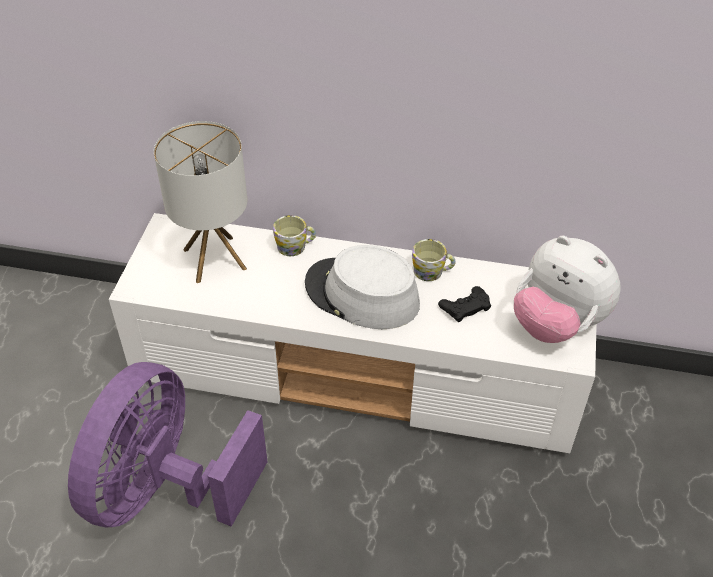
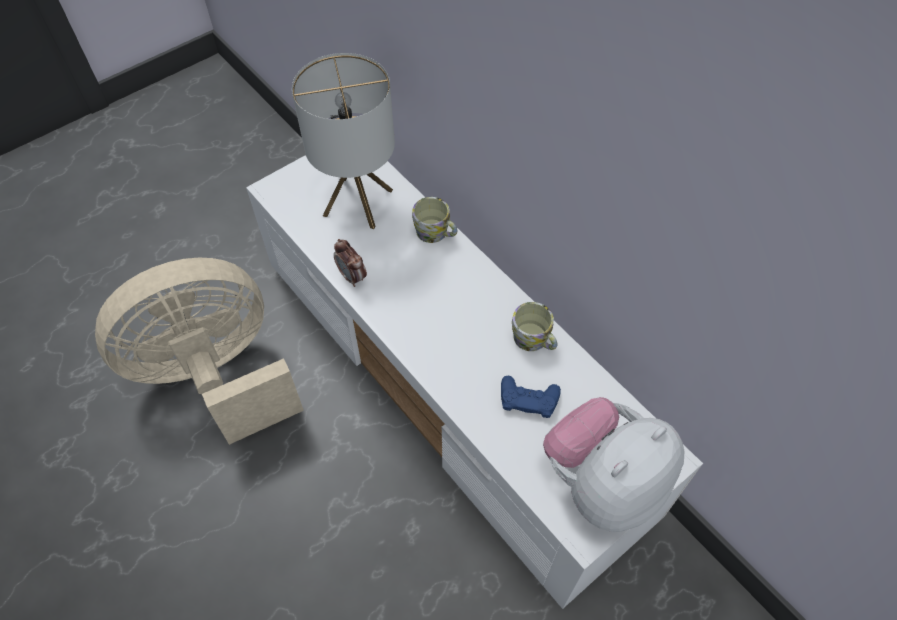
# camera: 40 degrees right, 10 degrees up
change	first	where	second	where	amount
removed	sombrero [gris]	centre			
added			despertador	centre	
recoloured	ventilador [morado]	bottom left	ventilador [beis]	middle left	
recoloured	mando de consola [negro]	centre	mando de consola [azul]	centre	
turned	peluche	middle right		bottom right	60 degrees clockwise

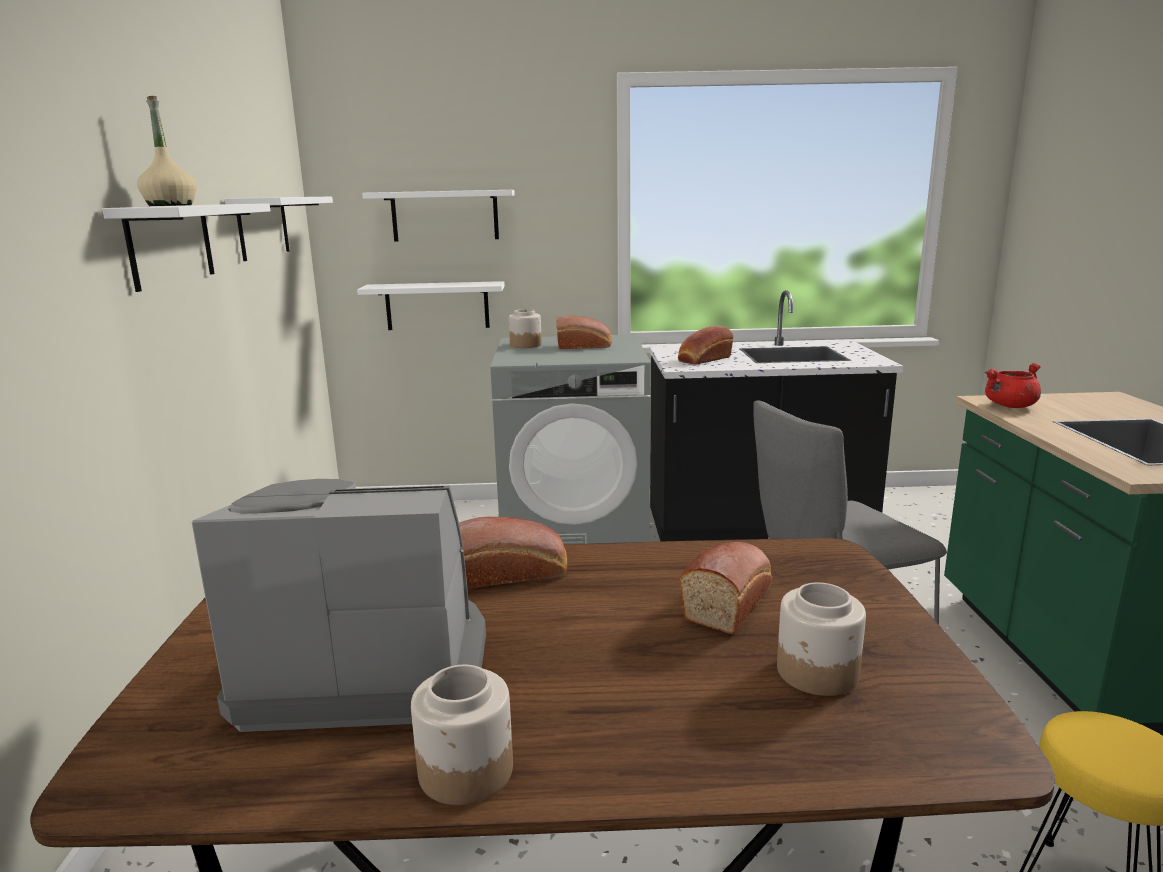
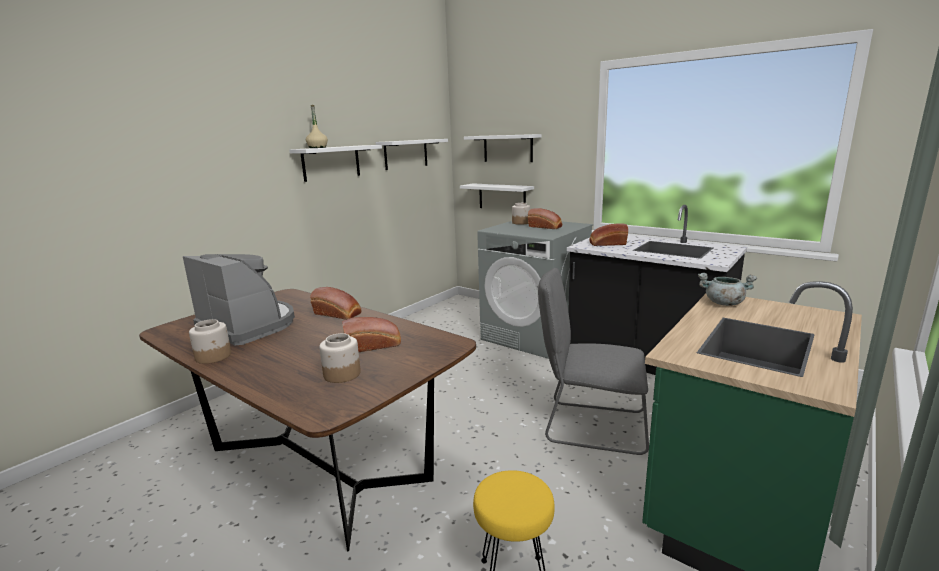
# camera: 40 degrees right, 0 degrees up
change	first	where	second	where	amount
recoloured	olla [rojo]	middle right	olla [gris]	middle right	

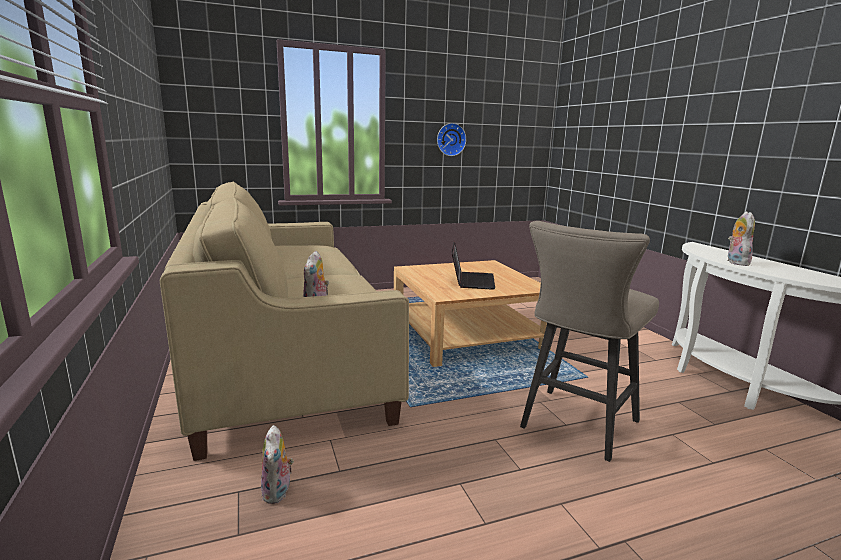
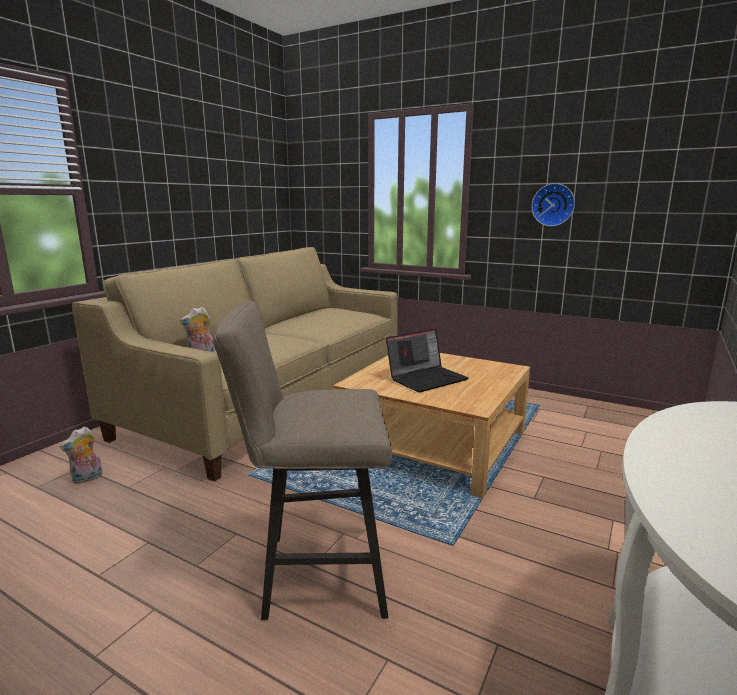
# camera: 50 degrees right, 0 degrees up
change	first	where	second	where	amount
removed	peluche (3rd from left)	middle right			

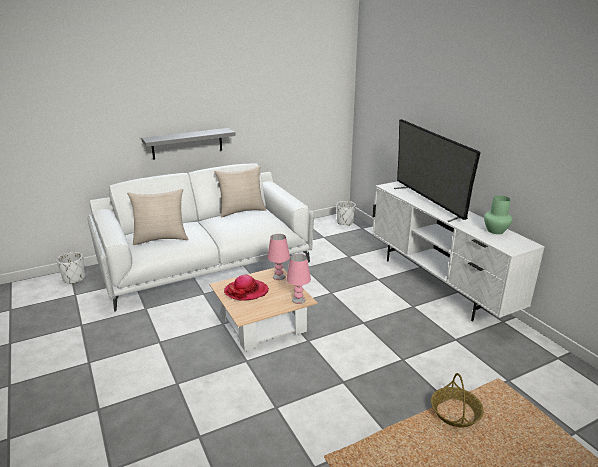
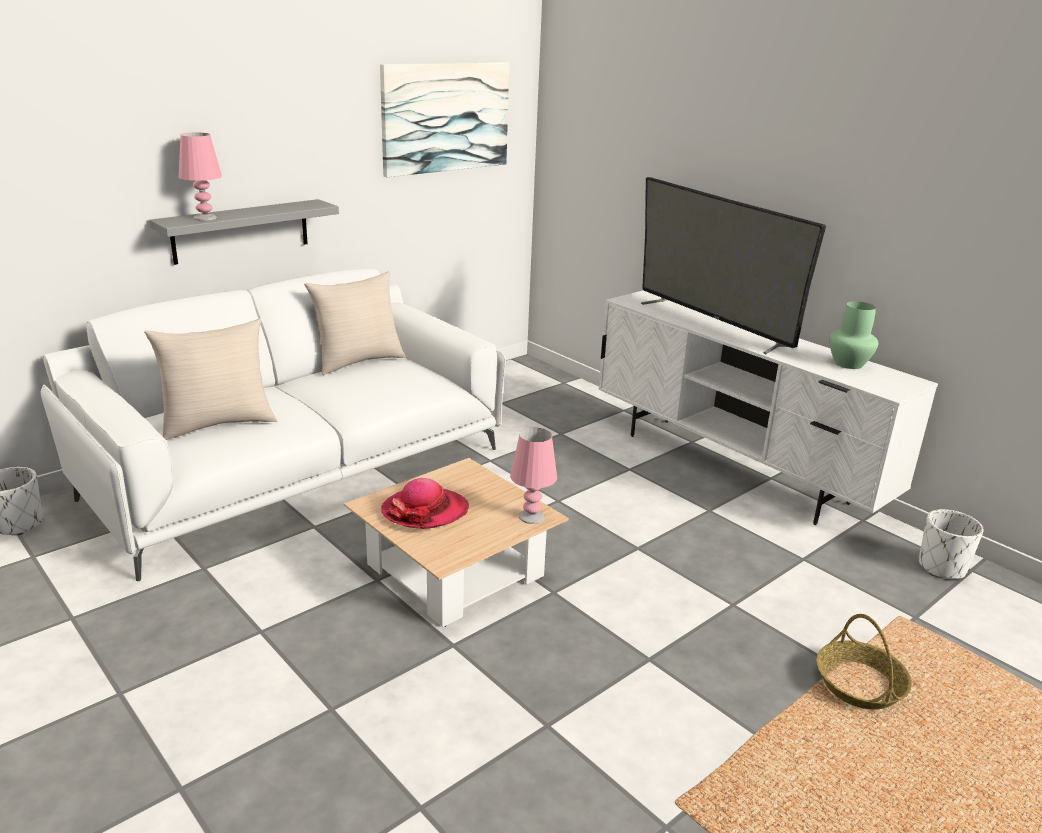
# camera: 15 degrees left, 0 degrees up
change	first	where	second	where	amount
added			cuadro	top centre	
moved	lámpara de mesa [rosa] (1st from left)	centre		top left	
moved	maceta [blanco] (2nd from left)	centre		middle right	

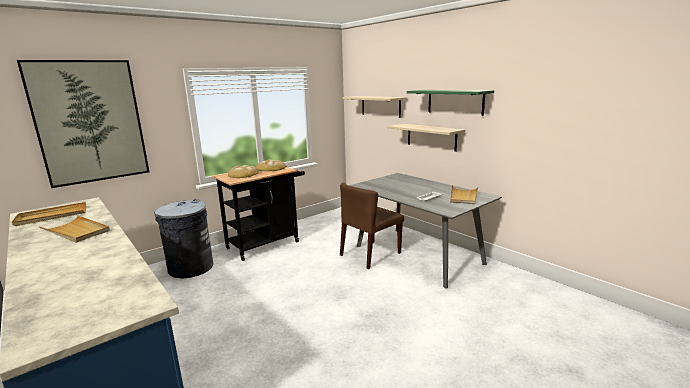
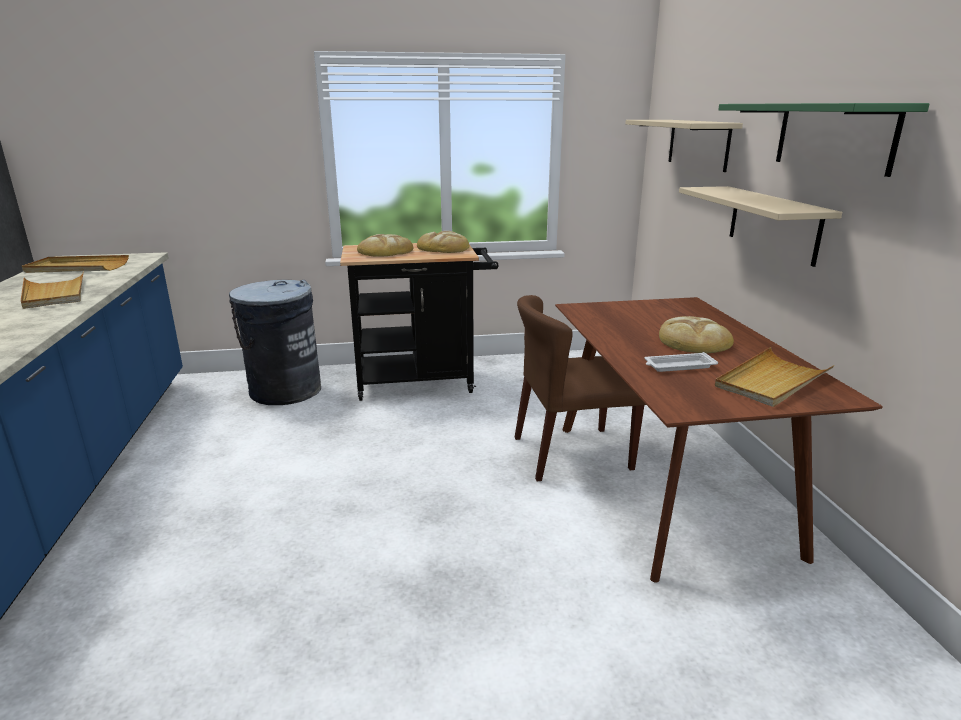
# camera: 30 degrees right, 5 degrees up
change	first	where	second	where	amount
removed	cuadro	top left			
added			pan (3rd from left)	middle right	
recoloured	mesa de comedor [gris]	centre	mesa de comedor [marrón]	middle right	

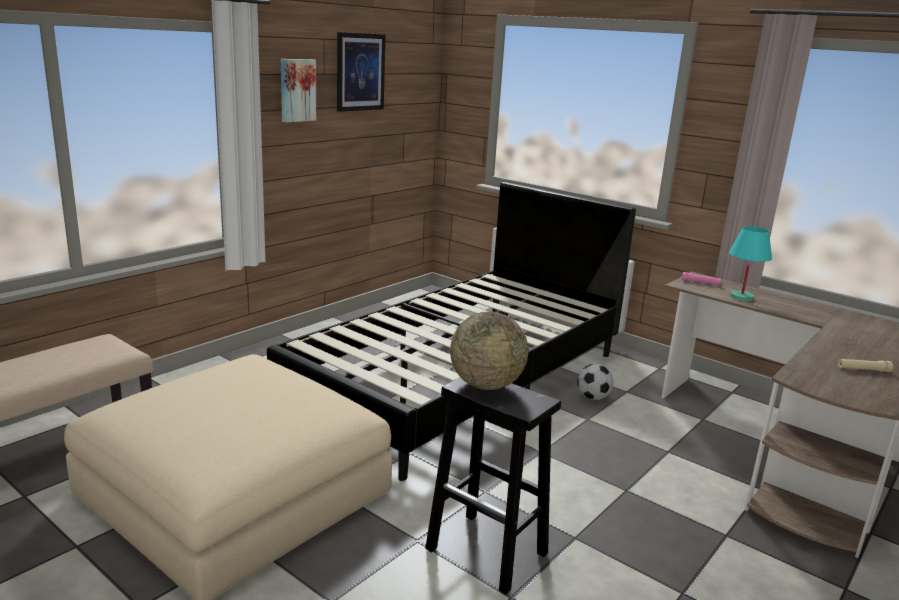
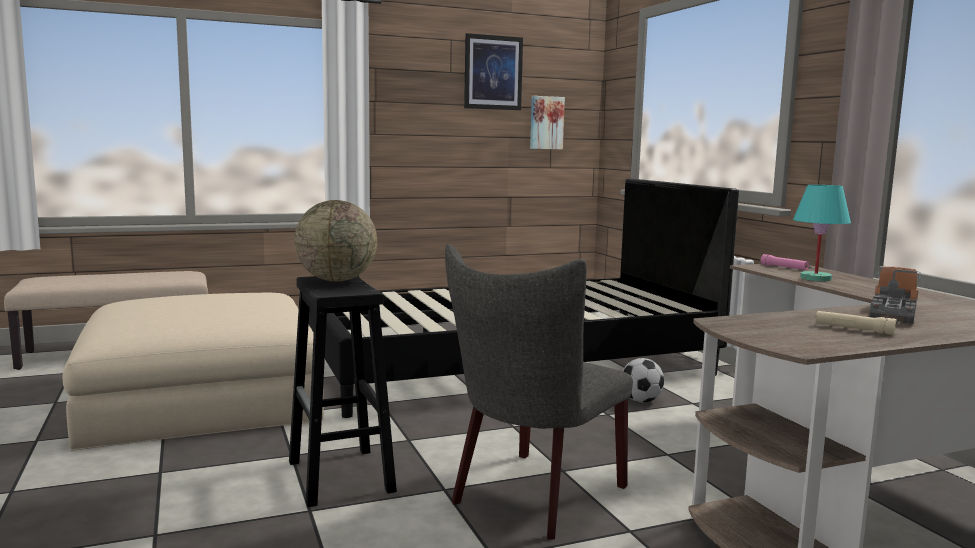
# camera: 30 degrees right, 10 degrees down
change	first	where	second	where	amount
added			silla [gris]	bottom centre	
added			camión de juguete	middle right	
moved	cuadro (1st from left in the first image)	top left	cuadro (2nd from left)	top centre	

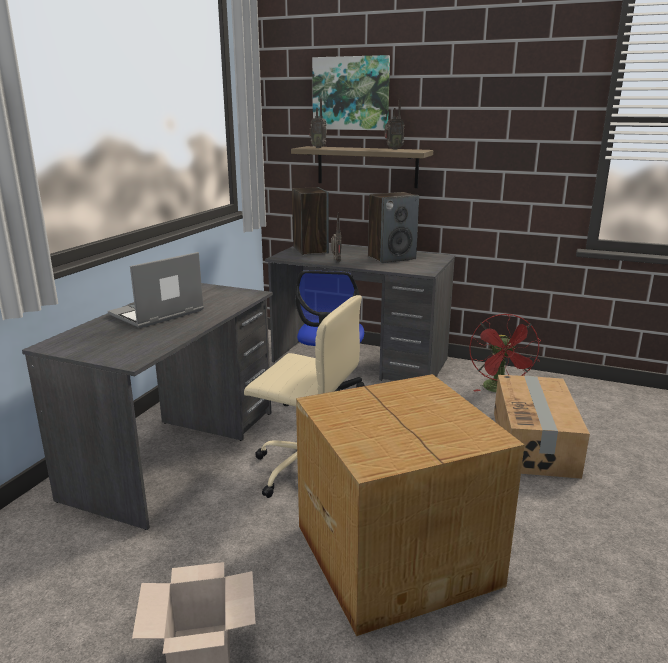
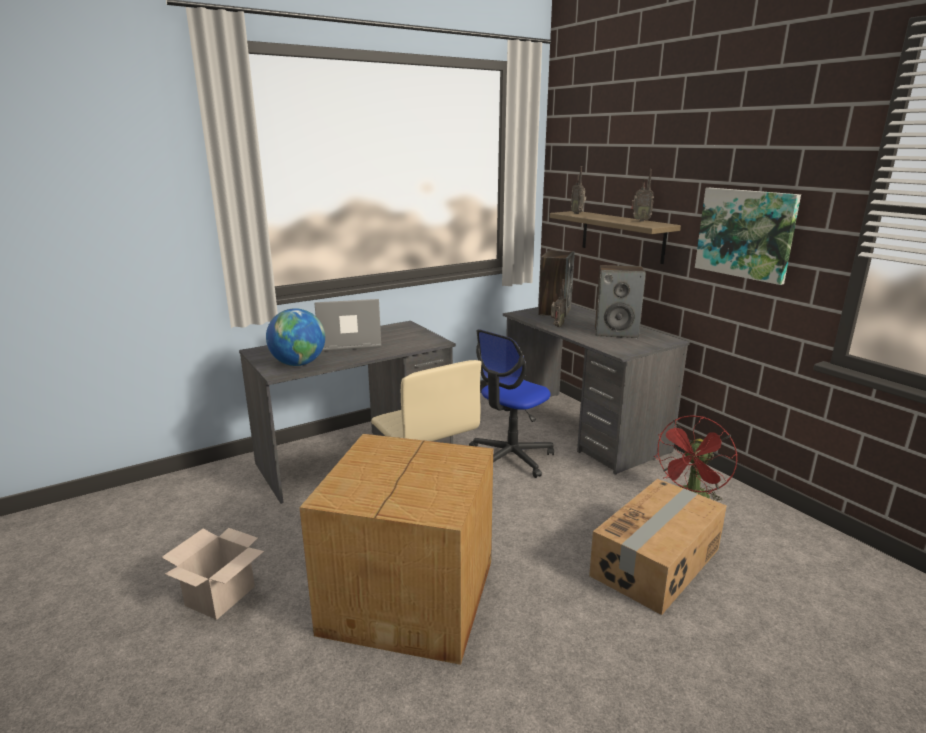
# camera: 35 degrees right, 0 degrees up
change	first	where	second	where	amount
added			globo terráqueo	middle left	
moved	cuadro	top centre		top right	

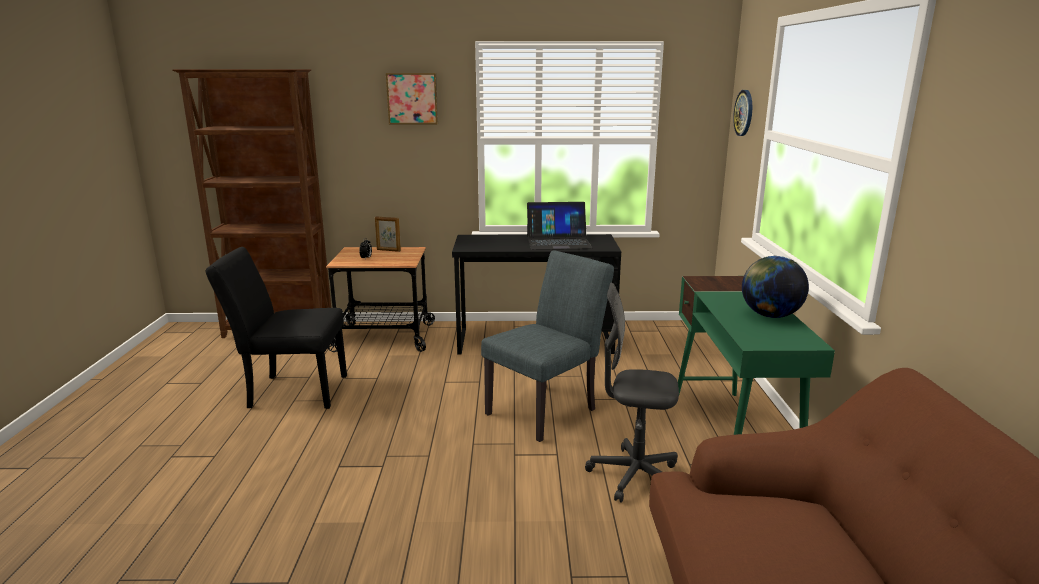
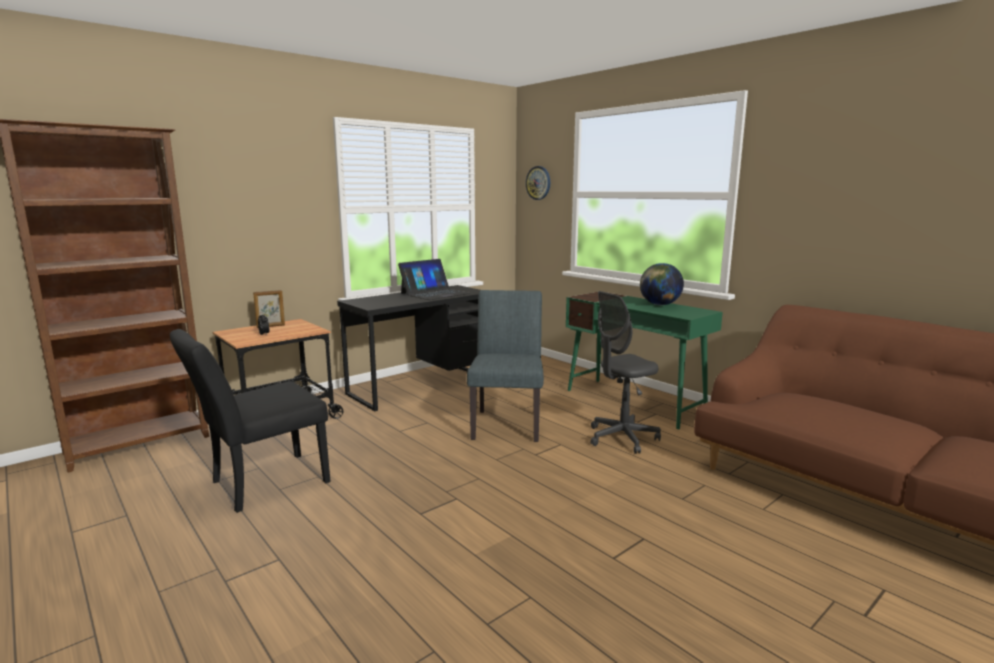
# camera: 40 degrees left, 5 degrees down
change	first	where	second	where	amount
removed	cuadro	top centre			

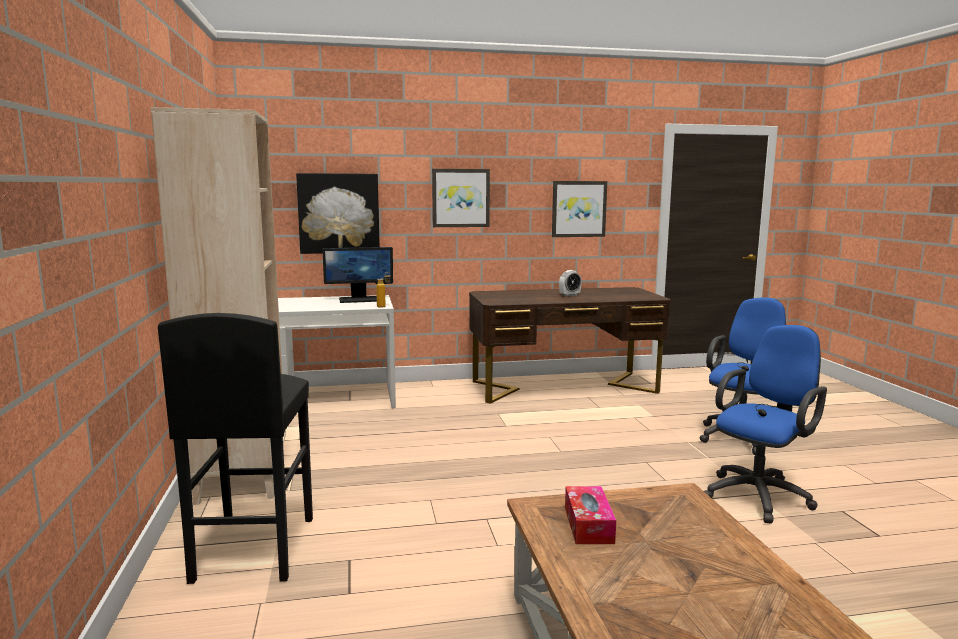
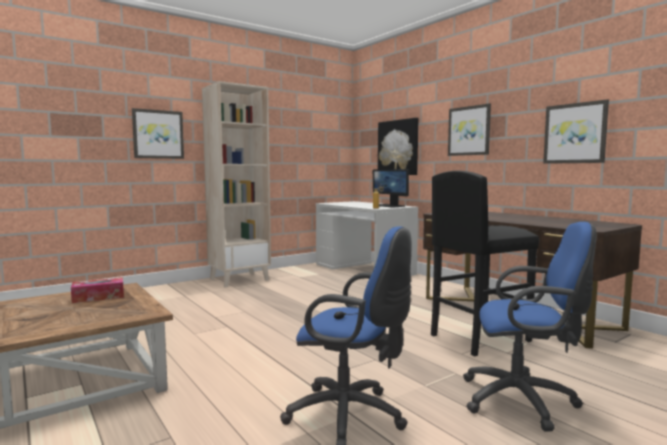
# camera: 65 degrees right, 5 degrees down
change	first	where	second	where	amount
removed	despertador	centre			
added			cuadro (1st from left)	top left	
moved	taburete [negro]	bottom left		middle right	

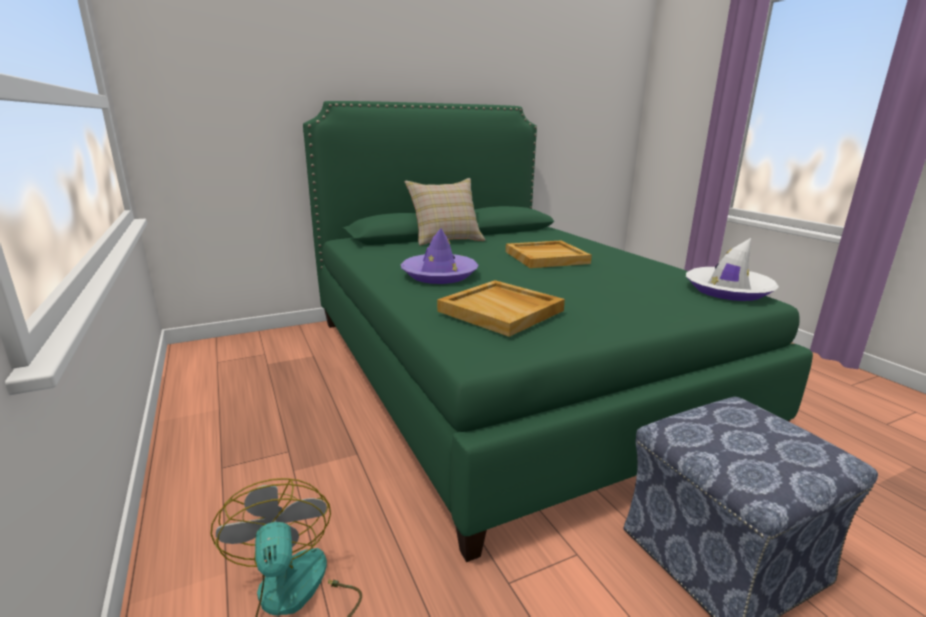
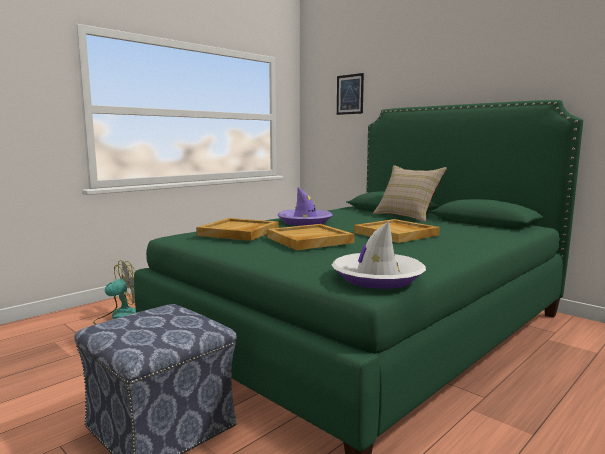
# camera: 70 degrees right, 10 degrees down
change	first	where	second	where	amount
added			bandeja [beis] (2nd from left)	centre	
added			cuadro	top centre	

